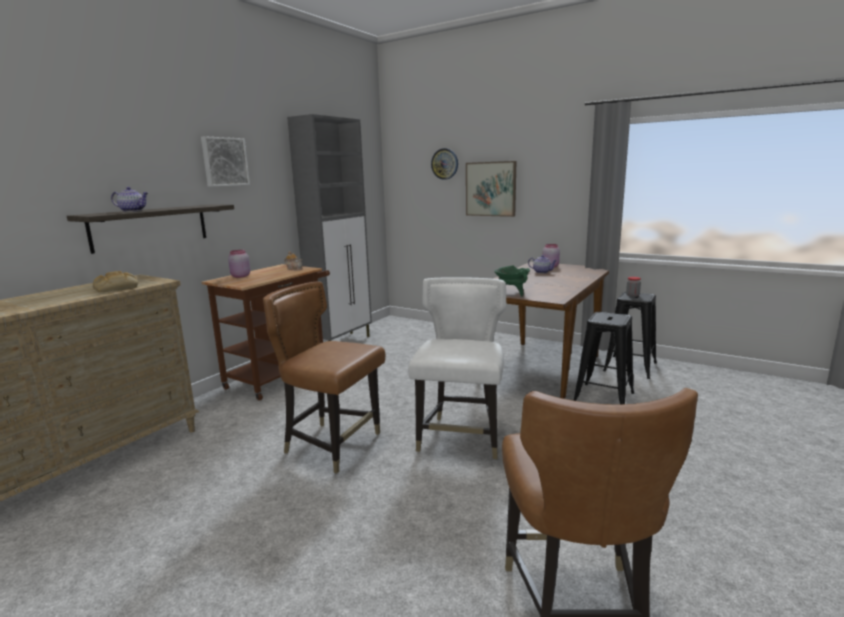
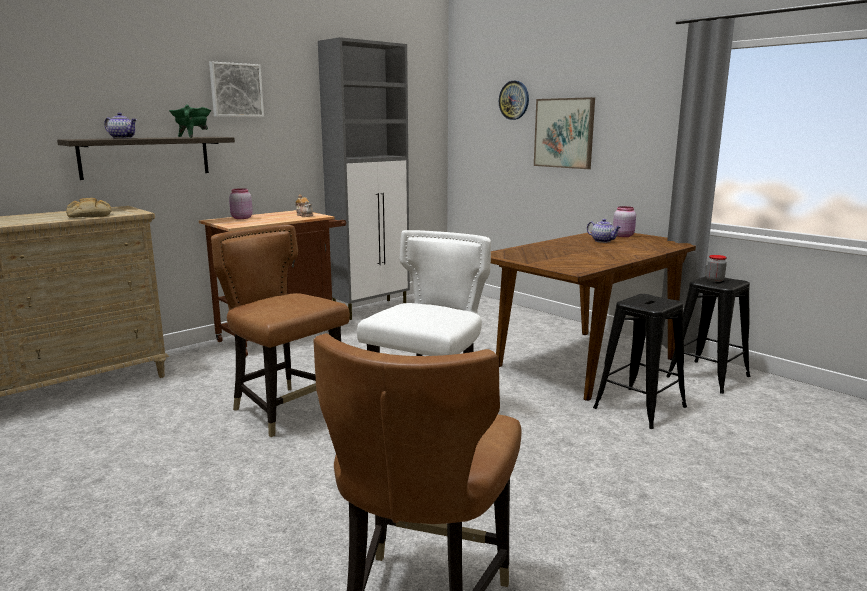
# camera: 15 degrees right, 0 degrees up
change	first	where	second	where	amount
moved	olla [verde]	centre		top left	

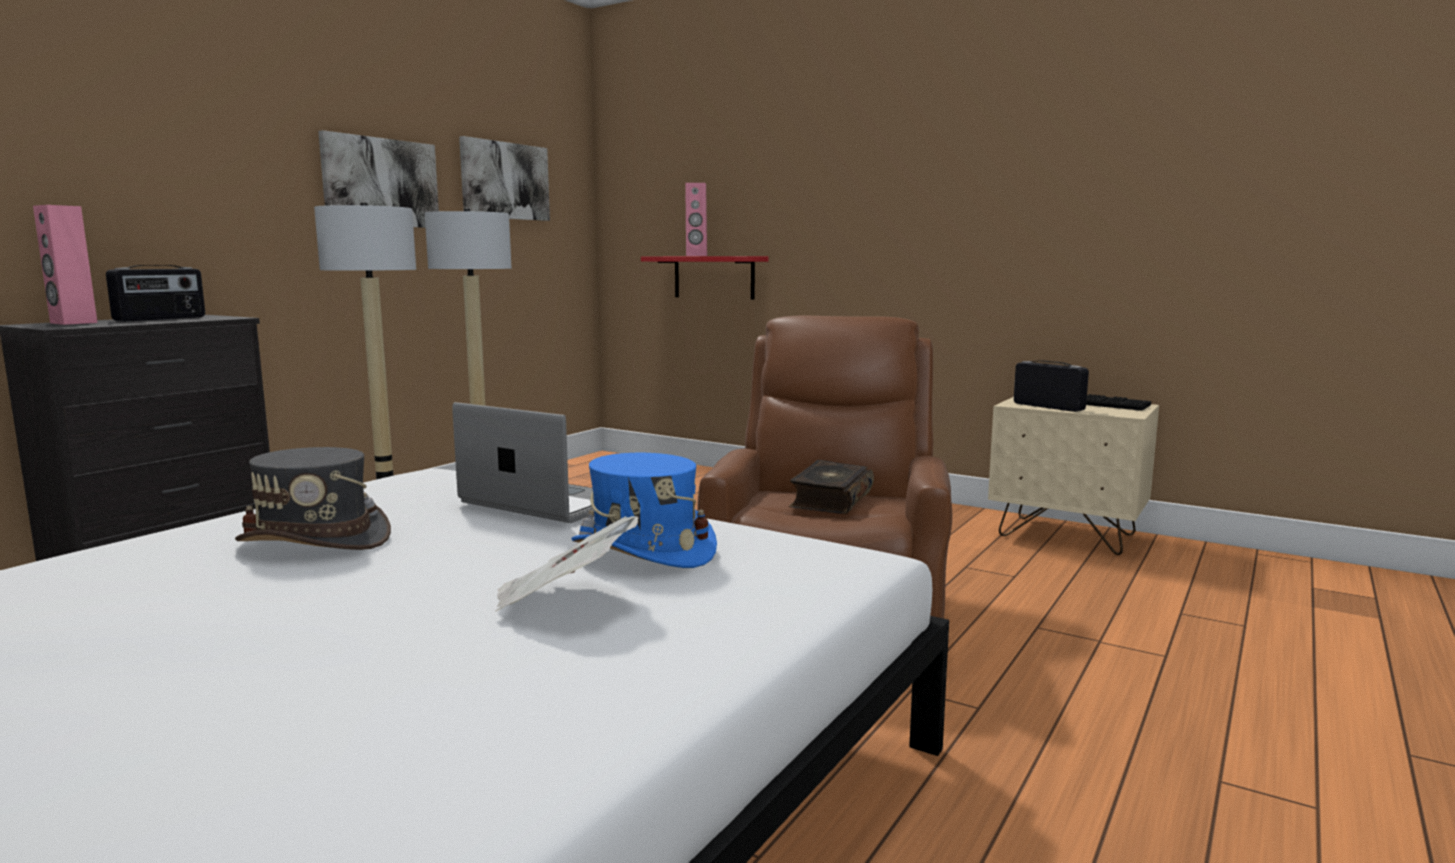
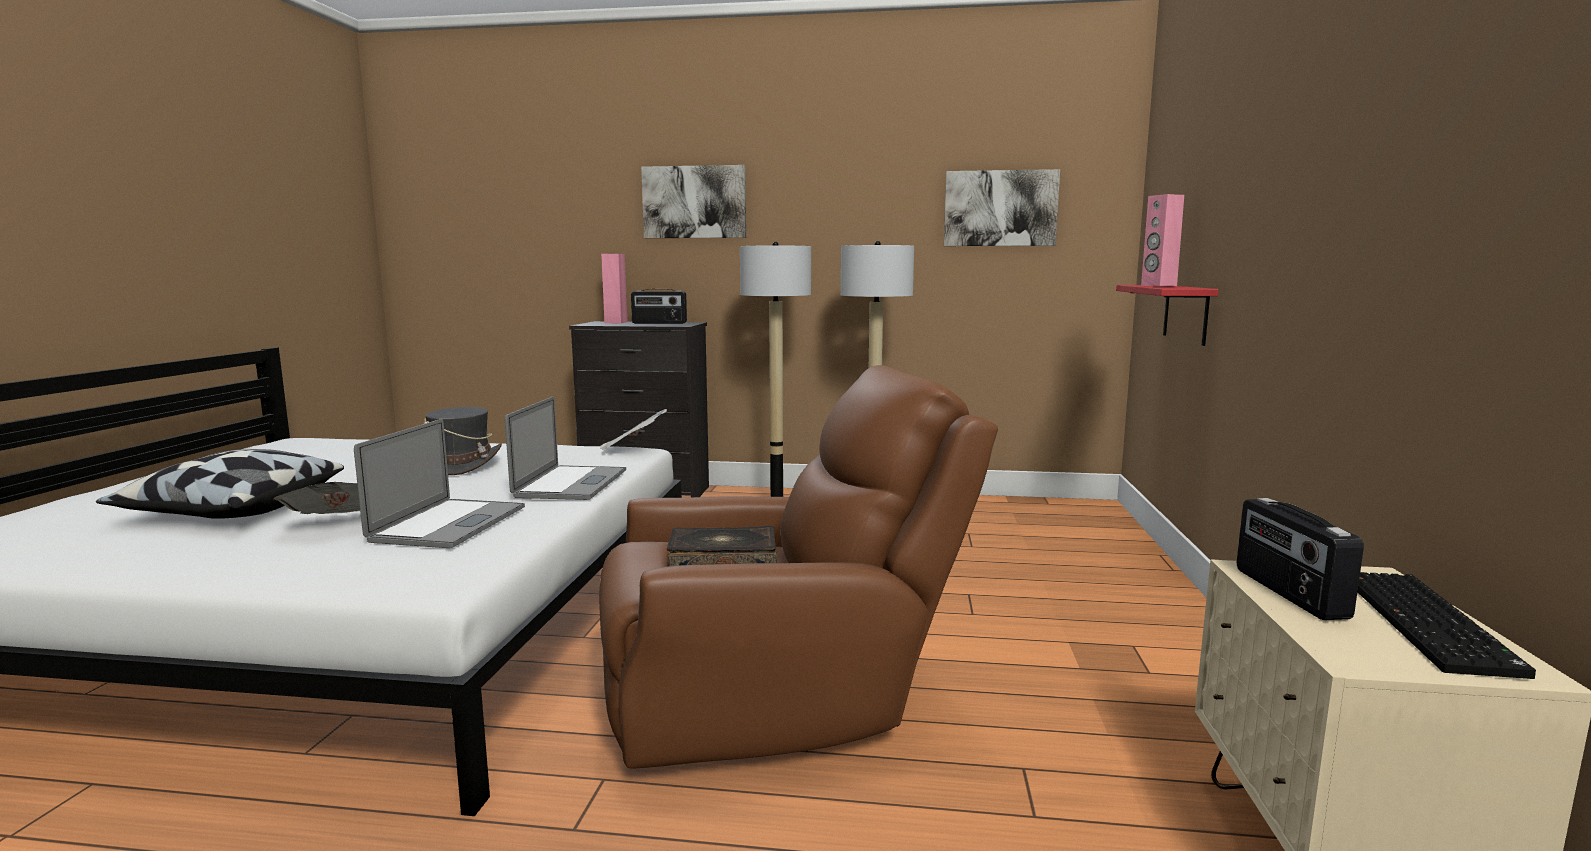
# camera: 65 degrees right, 0 degrees up
change	first	where	second	where	amount
added			cojín	middle left	
added			periódico (2nd from left)	centre	
moved	cuadro (1st from left)	top left		top centre	
replaced	sombrero [azul]	centre	portátil (1st from left)	middle left	
turned	radio (2nd from left)	middle right		middle right	150 degrees clockwise

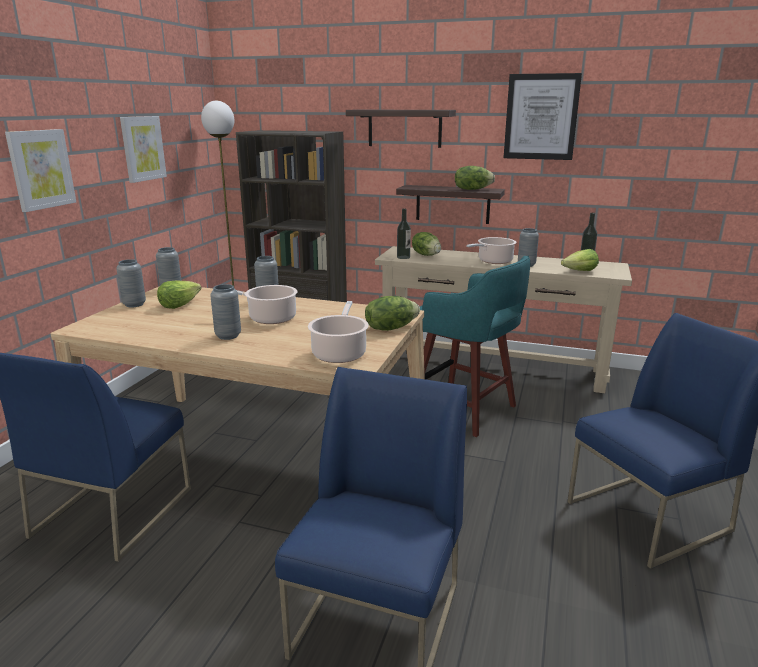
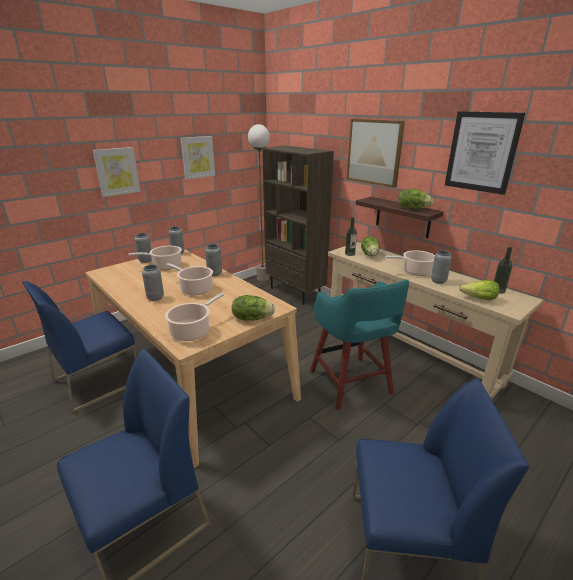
# camera: 30 degrees right, 5 degrees up
change	first	where	second	where	amount
replaced	lechuga (1st from left)	middle left	olla (1st from left)	middle left	
replaced	estante (1st from left)	top centre	cuadro (3rd from left)	top centre	

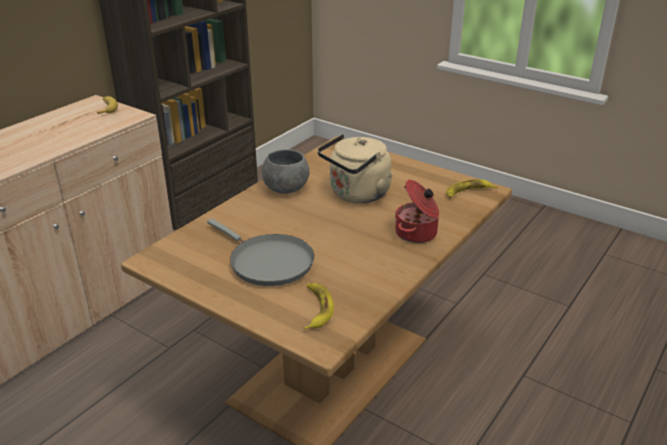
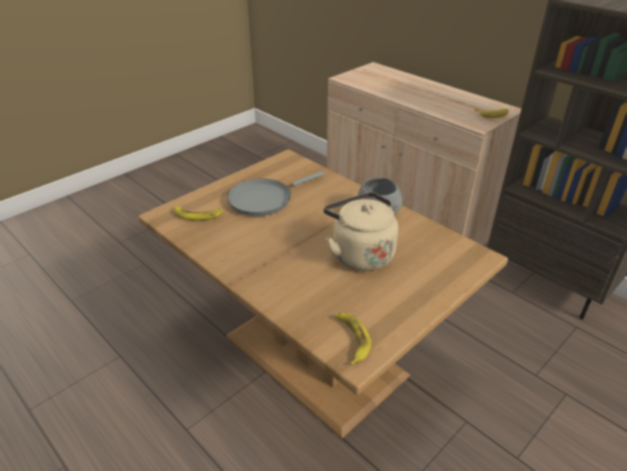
# camera: 100 degrees right, 5 degrees up
change	first	where	second	where	amount
removed	olla	centre			

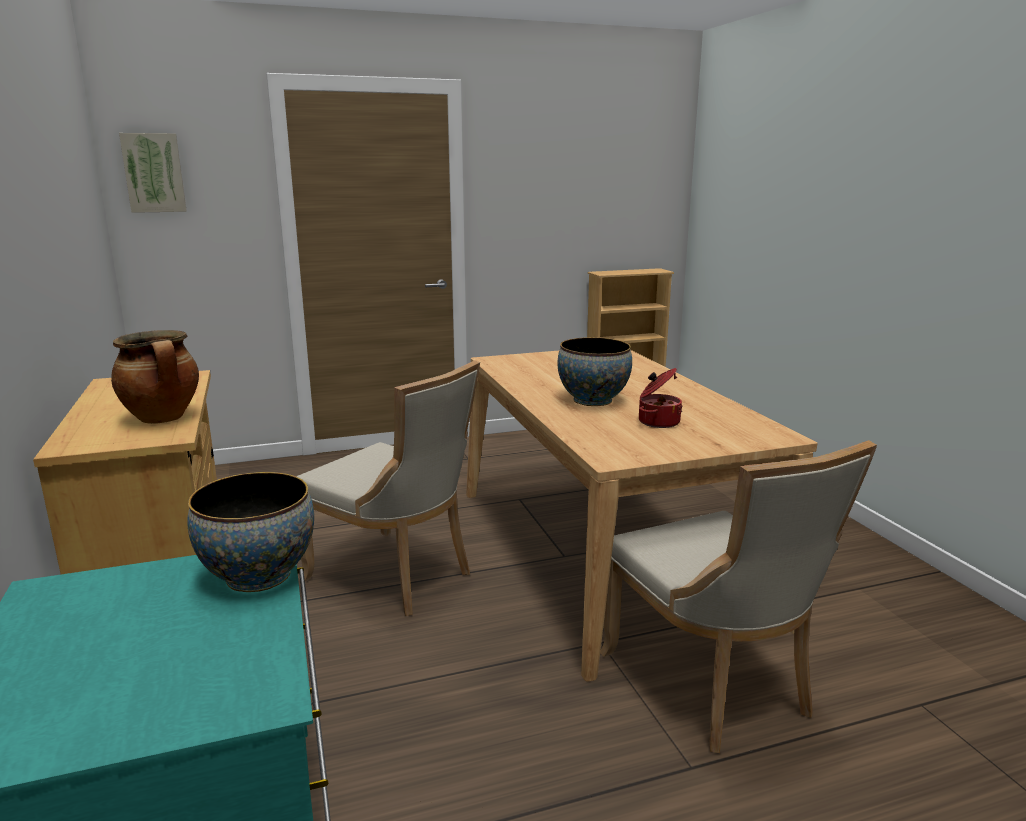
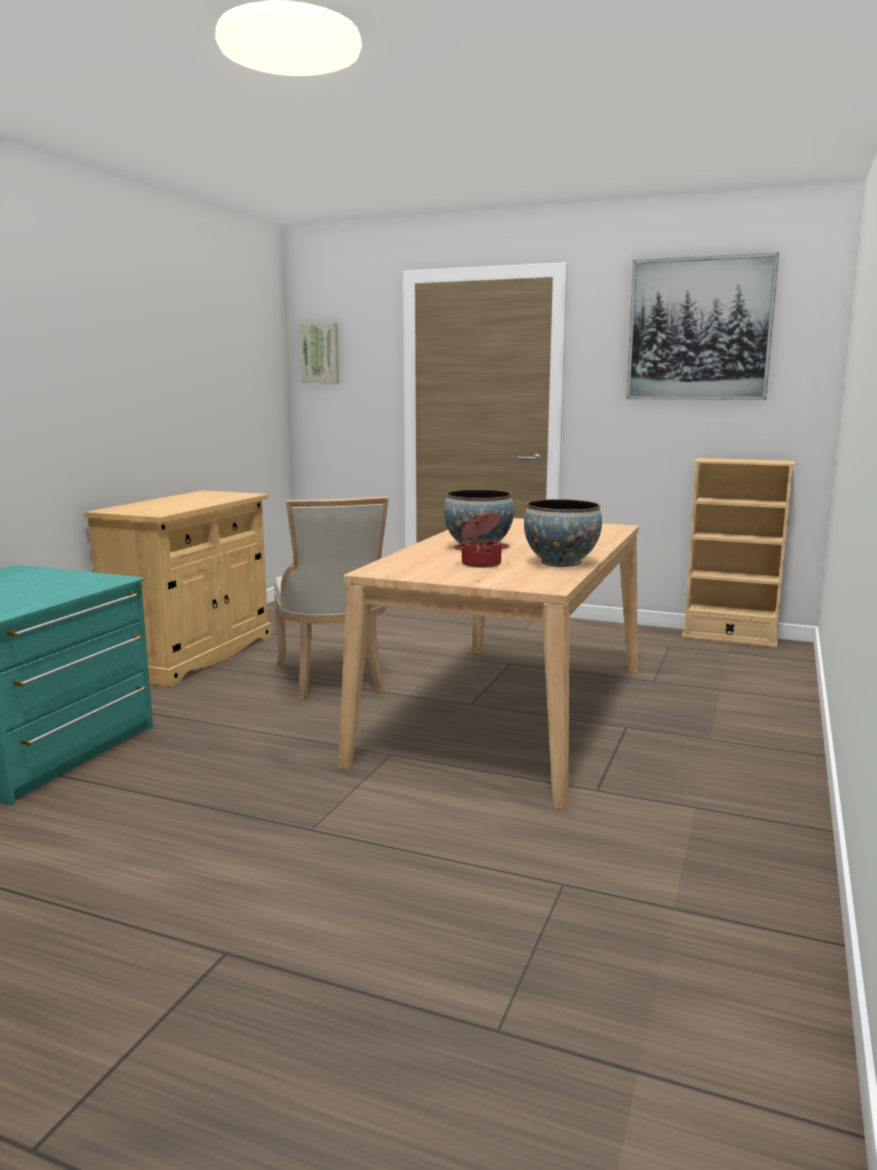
# camera: 40 degrees right, 5 degrees down
change	first	where	second	where	amount
removed	olla (1st from left)	middle left			
removed	silla [beis] (2nd from left)	bottom right			
added			cuadro (2nd from left)	top right	
moved	cuenco (1st from left in the first image)	middle left	cuenco (2nd from left)	centre	

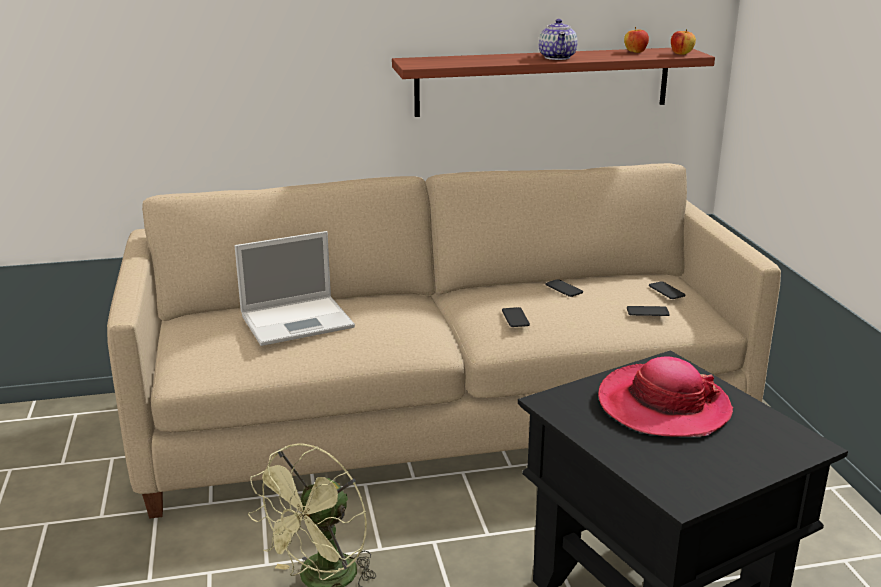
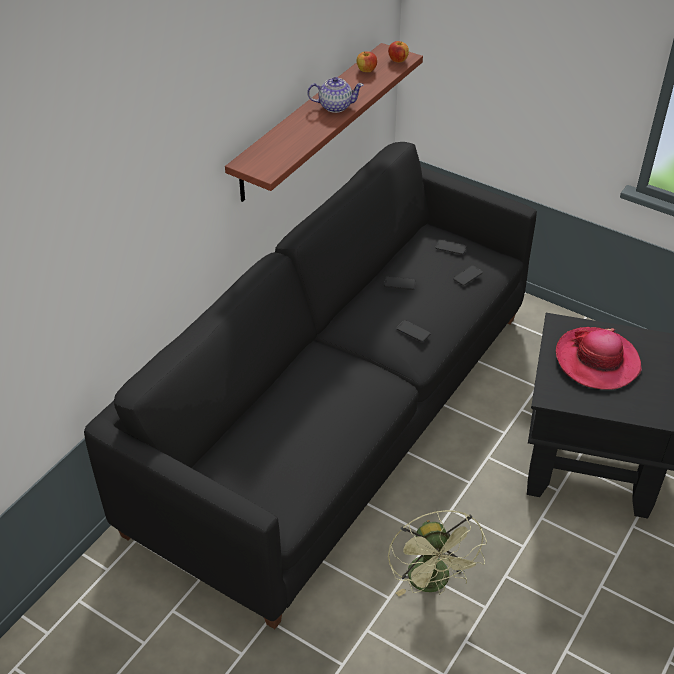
# camera: 45 degrees left, 20 degrees up
change	first	where	second	where	amount
removed	portátil	centre			
recoloured	sofá [beis]	centre	sofá [negro]	centre	
turned	tetera	top centre		top centre	45 degrees counterclockwise

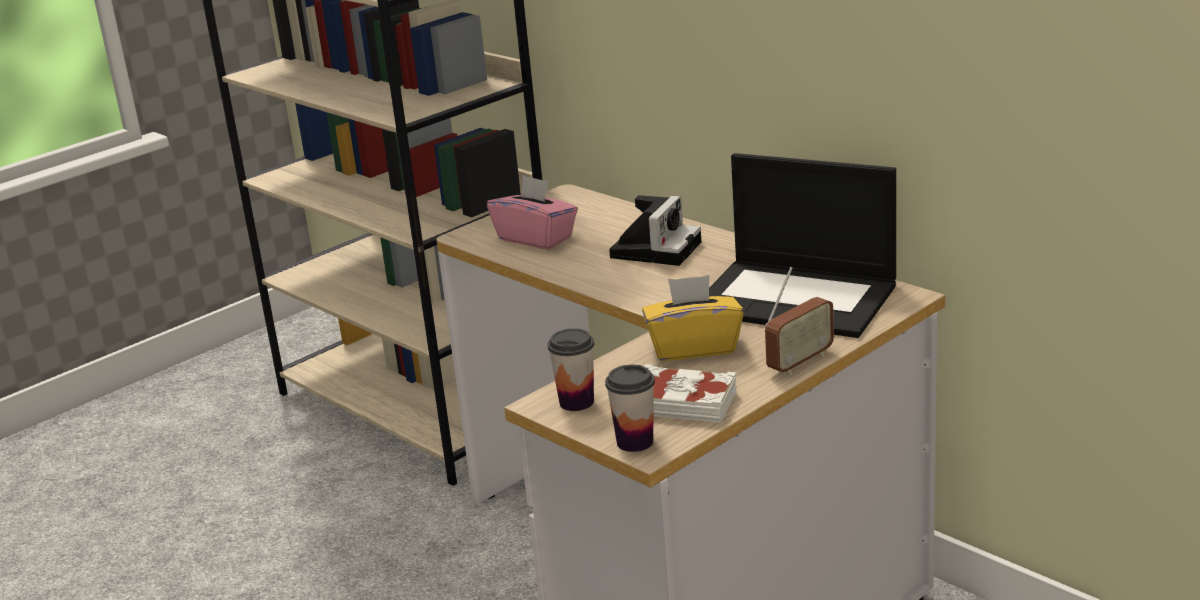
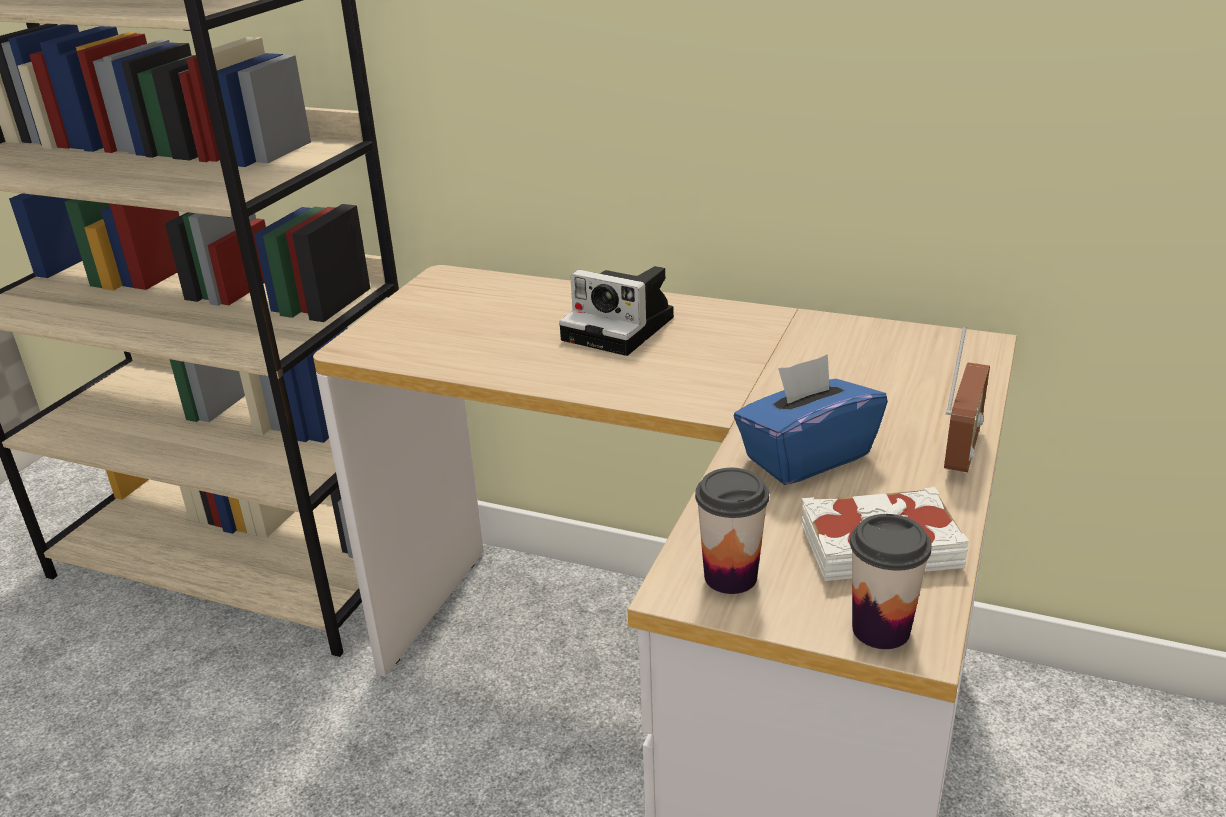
# camera: 25 degrees left, 5 degrees up
change	first	where	second	where	amount
removed	caja de pañuelos [rosa]	centre			
removed	portátil	middle right			
recoloured	caja de pañuelos [amarillo]	centre	caja de pañuelos [azul]	centre	
turned	cámara	centre		centre	120 degrees clockwise

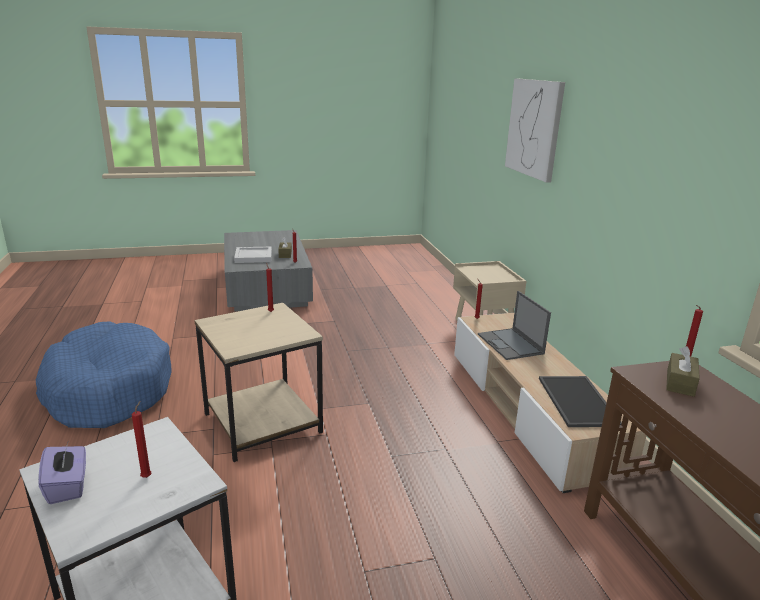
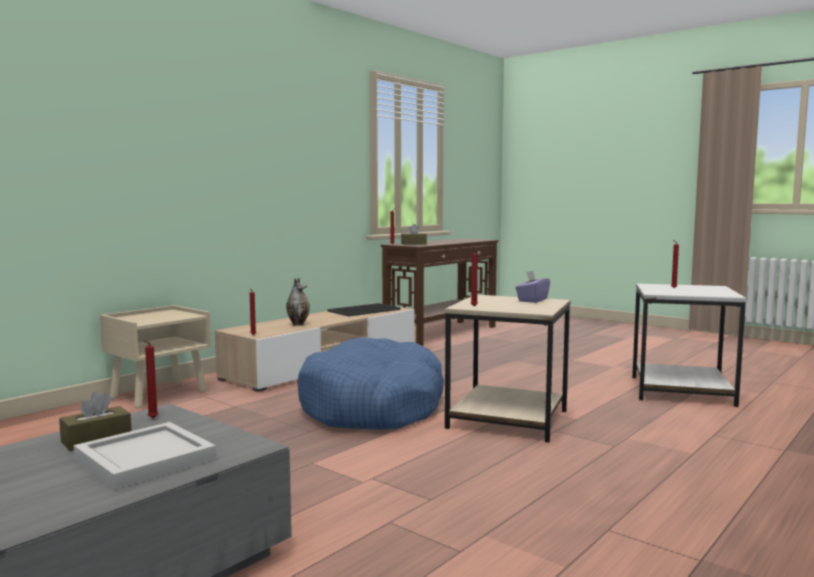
# camera: 125 degrees left, 15 degrees down
change	first	where	second	where	amount
removed	cuadro	top right			
moved	cama para perro [azul]	middle left		centre	
moved	caja de pañuelos [morado]	bottom left		centre	
replaced	portátil	middle right	florero	centre	

